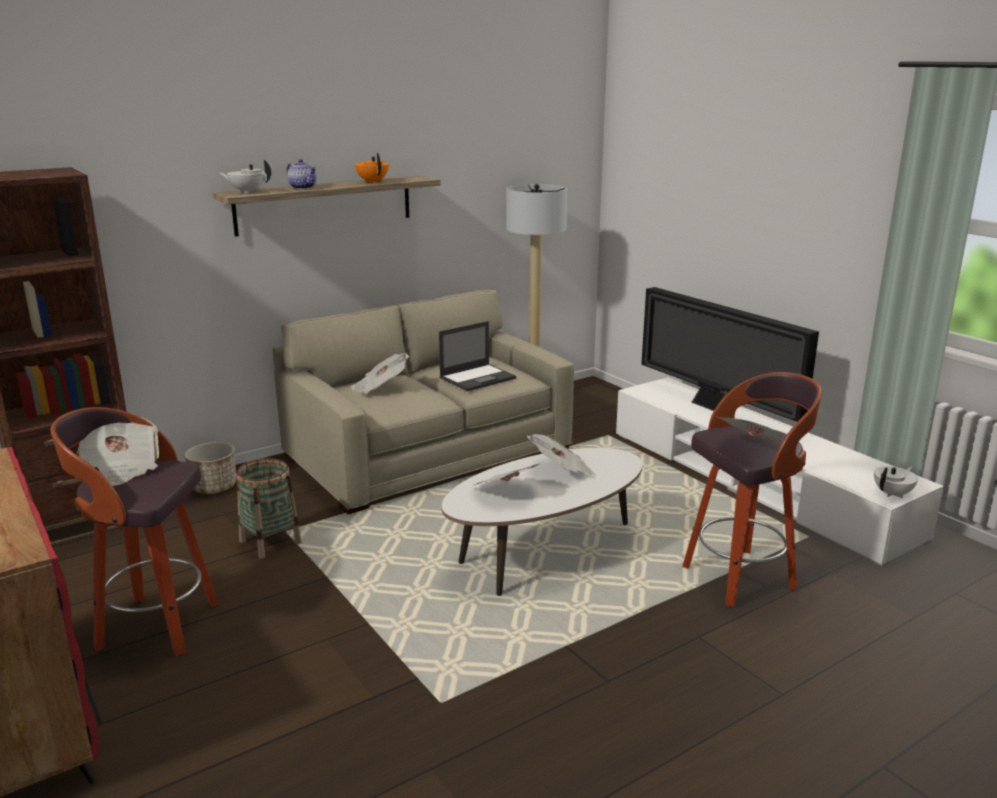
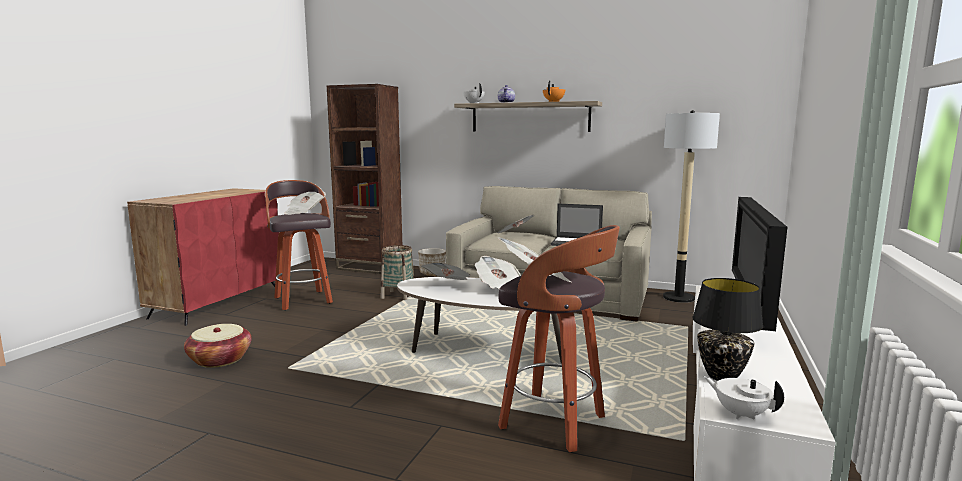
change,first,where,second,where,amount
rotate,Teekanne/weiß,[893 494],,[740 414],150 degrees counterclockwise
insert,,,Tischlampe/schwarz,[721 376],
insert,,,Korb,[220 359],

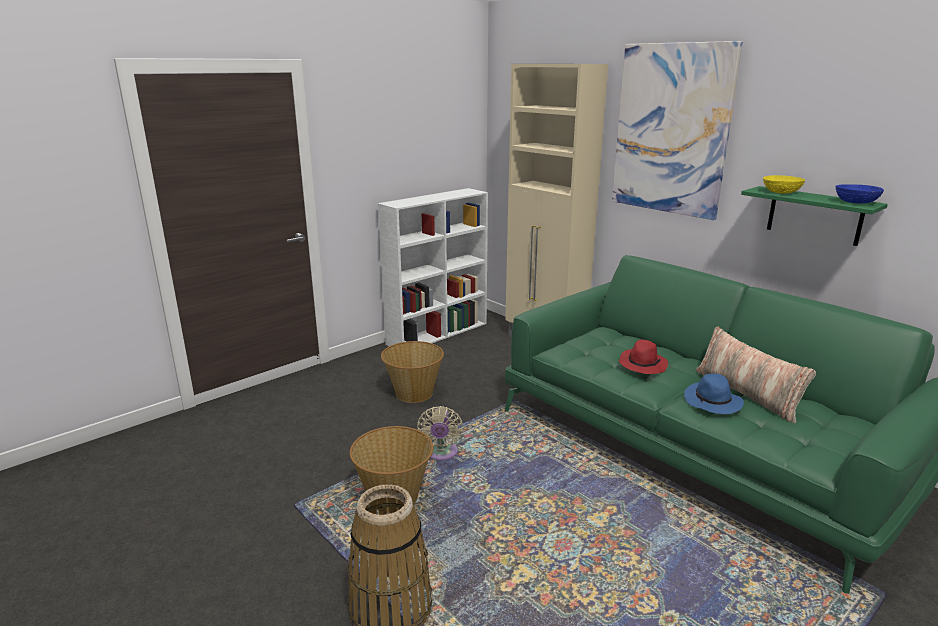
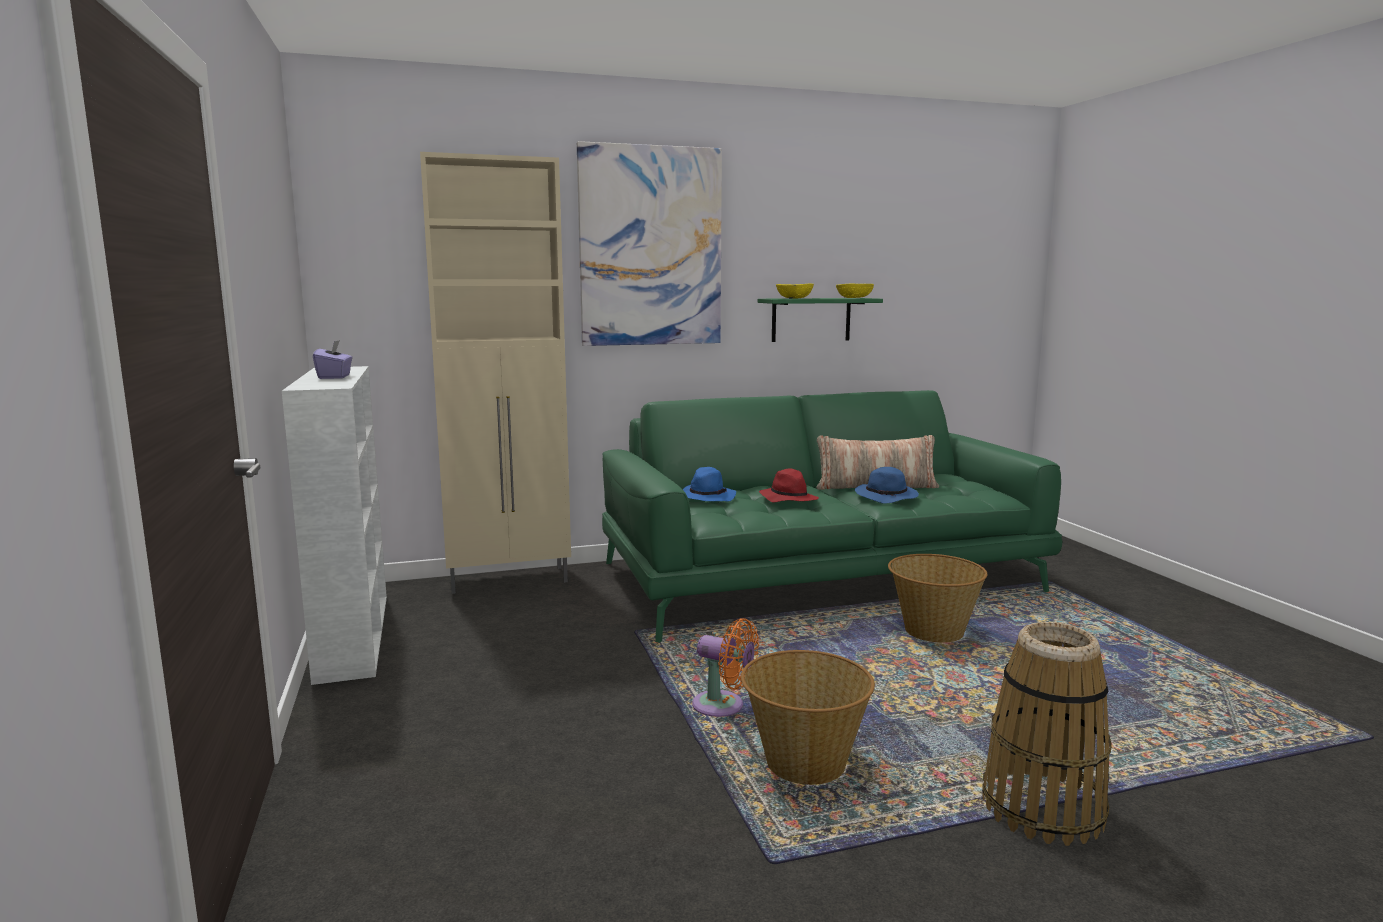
change,first,where,second,where,amount
recolor,Schüssel/blau,[856 202],Schüssel/gelb,[854 298],
move,Korb,[413 393],,[932 632],
recolor,Ventilator/beige,[441 454],Ventilator/orange,[723 707],
insert,,,Taschentuchbox/lila,[335 377],
insert,,,Hut/blau,[706 497],

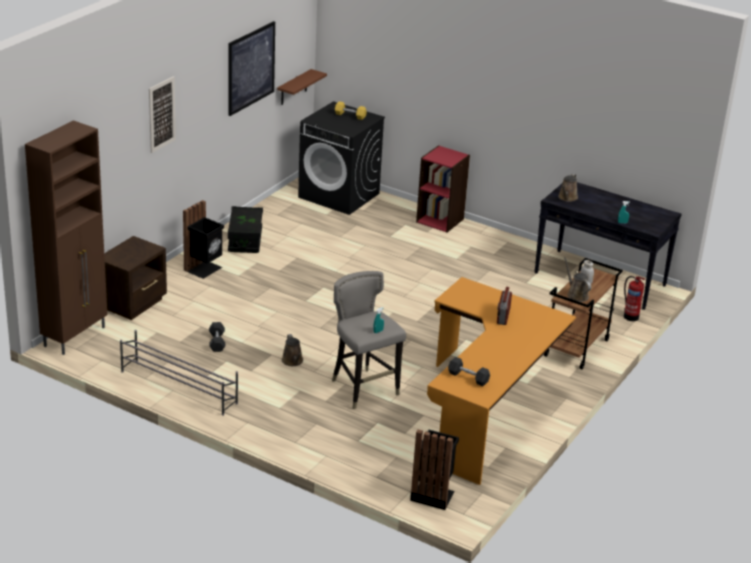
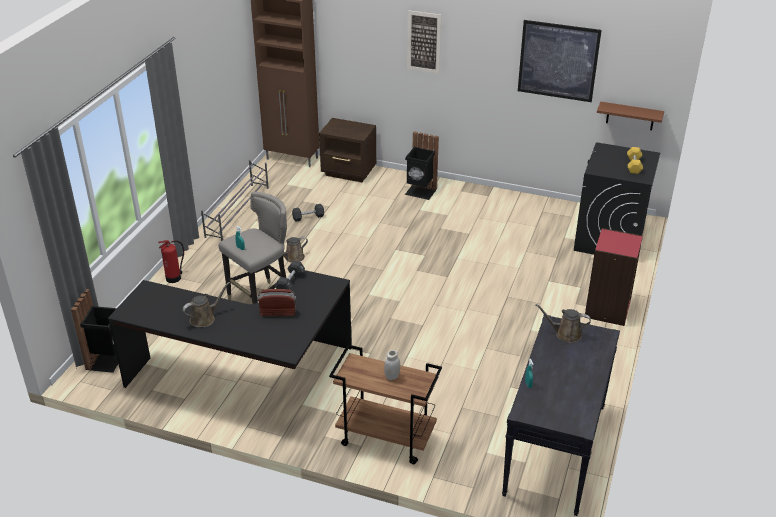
change,first,where,second,where,amount
delete,Aufbewahrungsbox/schwarz,[245 240],,,
move,Gießkanne/braun,[576 295],,[204 318],
move,Feuerlöscher,[630 316],,[174 278],
recolor,Schreibtisch/orange,[488 410],Schreibtisch/schwarz,[246 381],
move,Hantel/schwarz,[468 377],,[290 282],

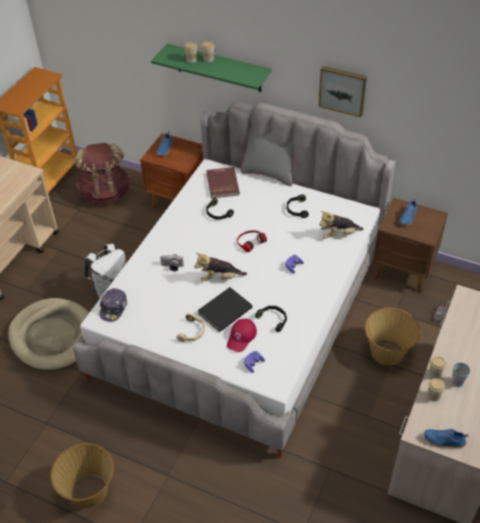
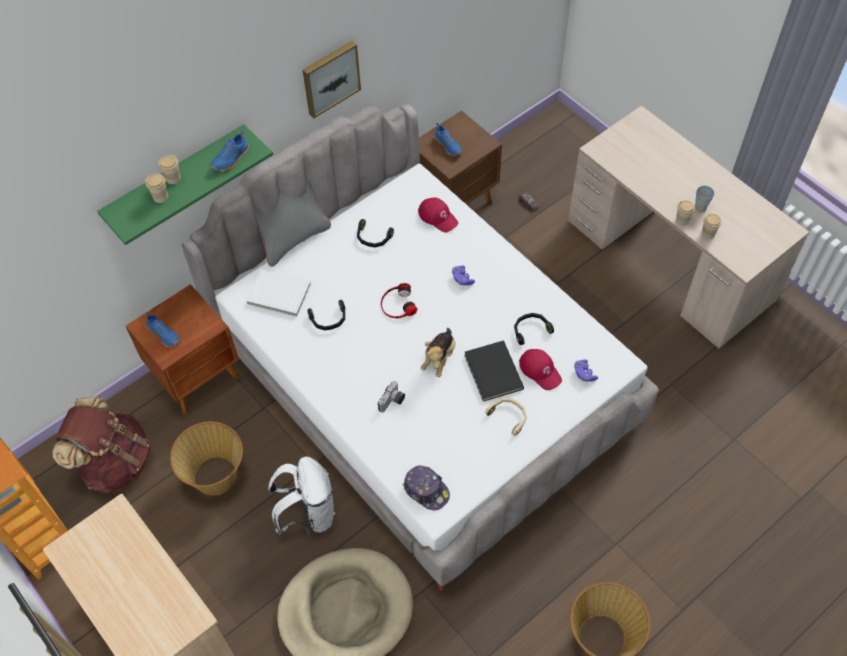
change,first,where,second,where,amount
recolor,Buch/rot,[221 184],Buch/weiß,[278 295],
replace,Plüschtier,[338 235],Kappe/rot,[438 217],
move,Korb,[388 352],,[215 475],
move,Schuh/blau,[444 441],,[231 159],

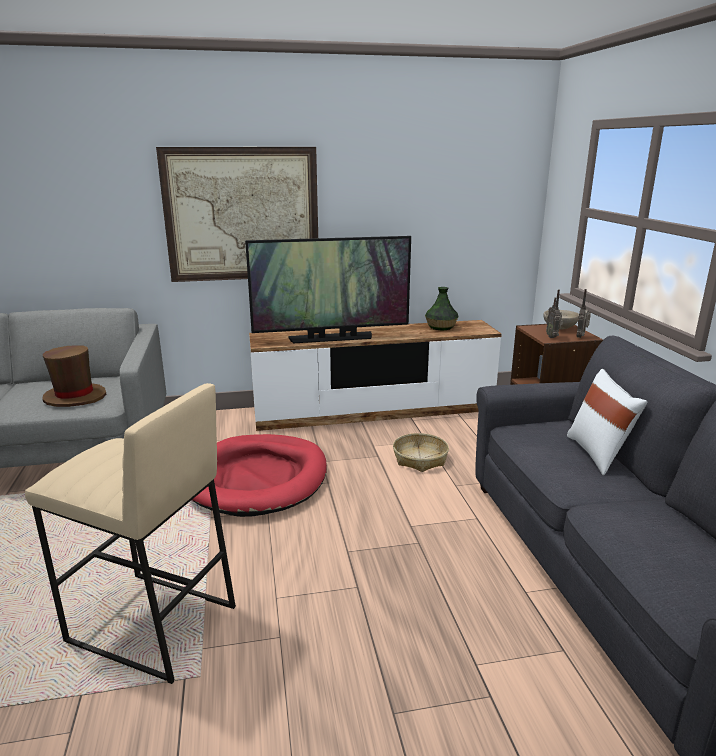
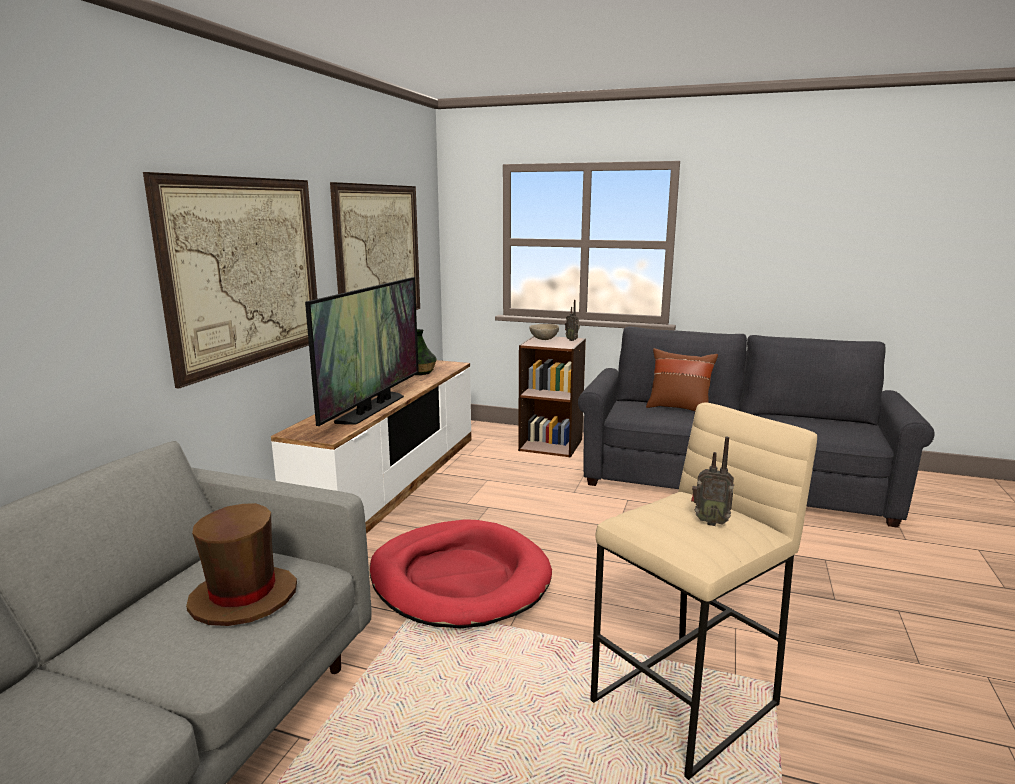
change,first,where,second,where,amount
move,Radio,[552 337],,[709 521],
recolor,Kissen/weiß,[598 454],Kissen/braun,[679 408],
delete,Korb,[420 459],,,
insert,,,Bild,[379 254],

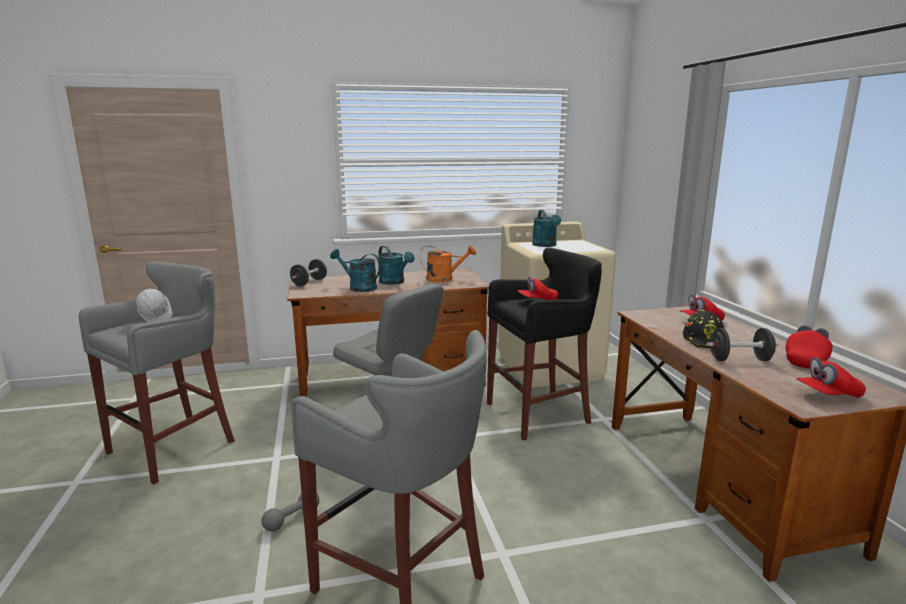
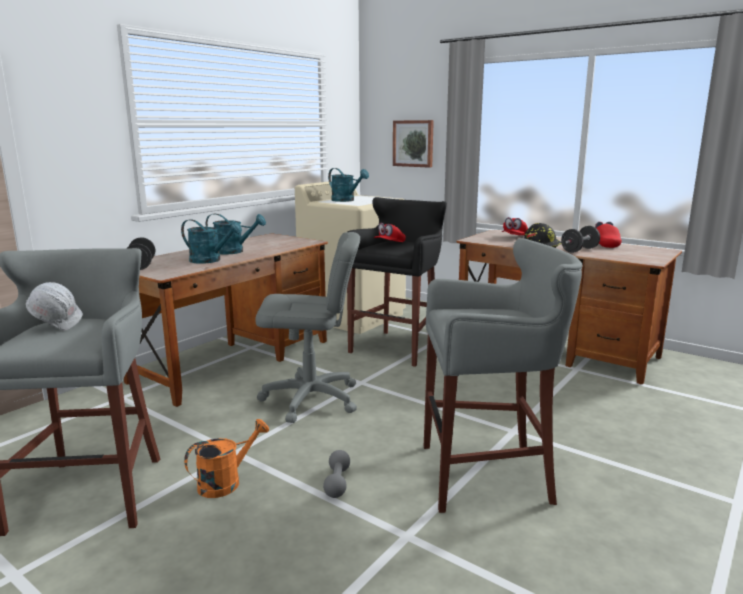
change,first,where,second,where,amount
move,Gießkanne/orange,[445 279],,[226 482],
rotate,Gießkanne/türkis,[358 287],,[210 260],150 degrees counterclockwise
delete,Kappe/rot,[827 395],,,
insert,,,Bild,[413 143],

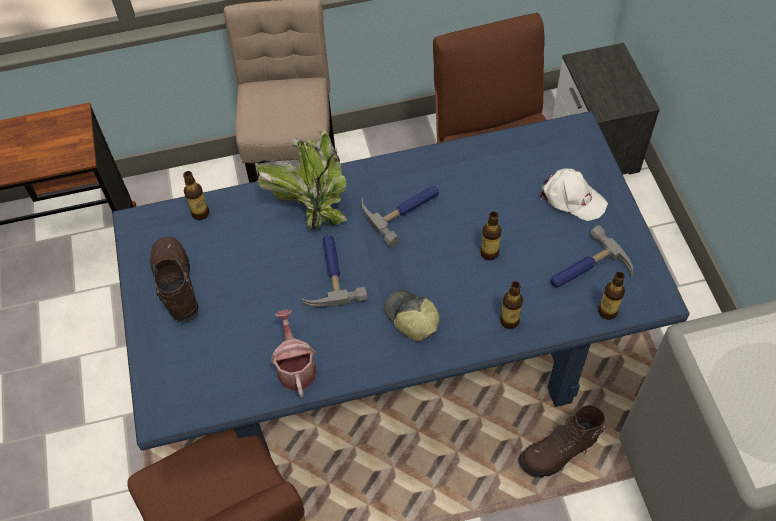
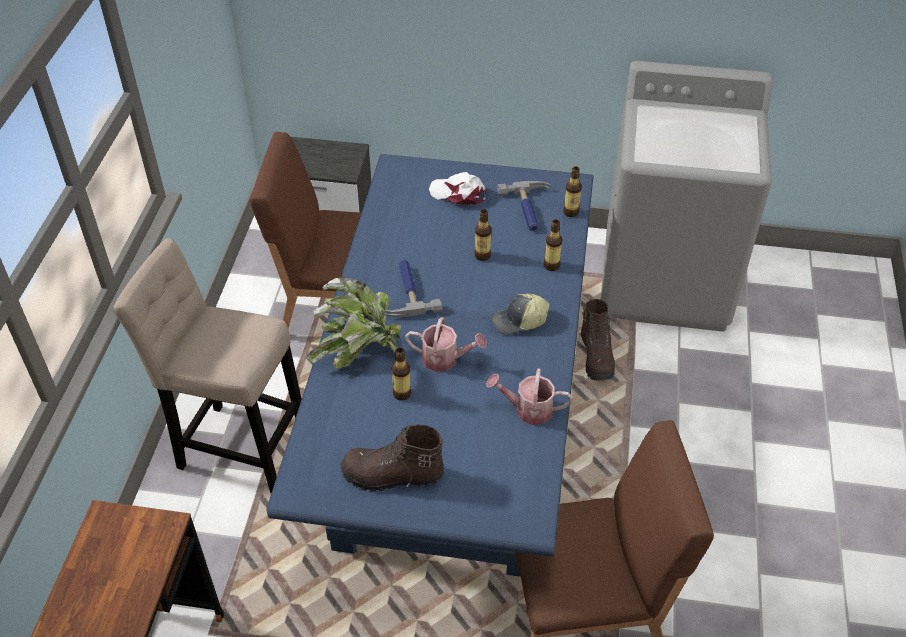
change,first,where,second,where,amount
rotate,Kappe/weiß,[572 198],,[458 193],120 degrees counterclockwise
move,Flasche,[200 213],,[402 393],
replace,Hammer,[330 273],Gießkanne,[445 359],

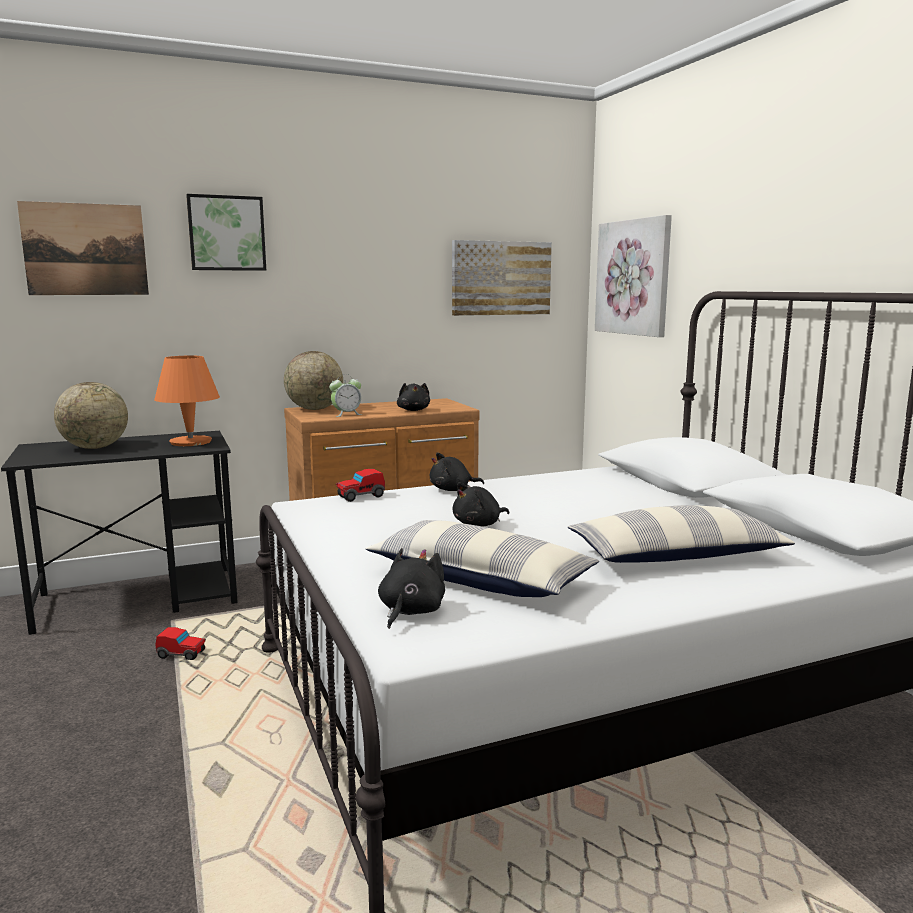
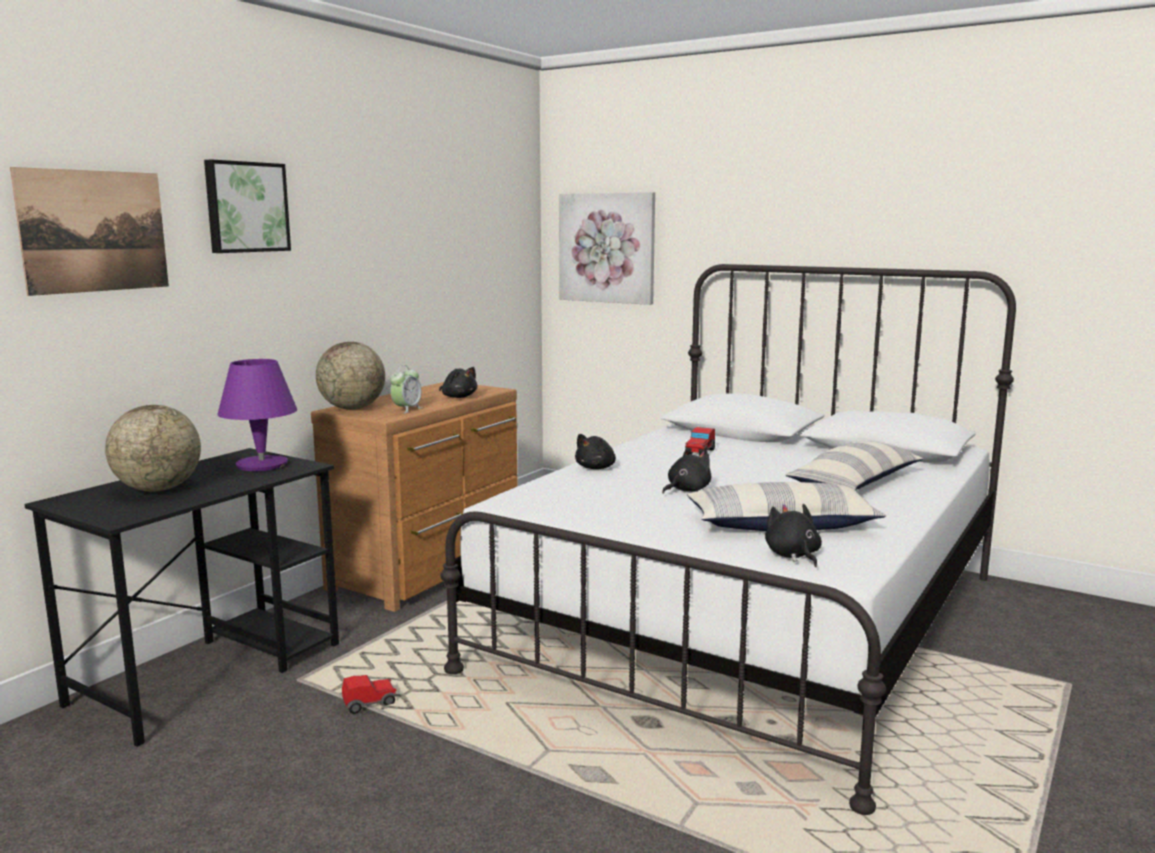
change,first,where,second,where,amount
delete,Bild,[500 278],,,
recolor,Tischlampe/orange,[190 442],Tischlampe/lila,[261 465],
move,Spielzeugauto,[360 496],,[700 452],
rotate,Plüschtier/schwarz,[479 524],,[686 490],150 degrees counterclockwise

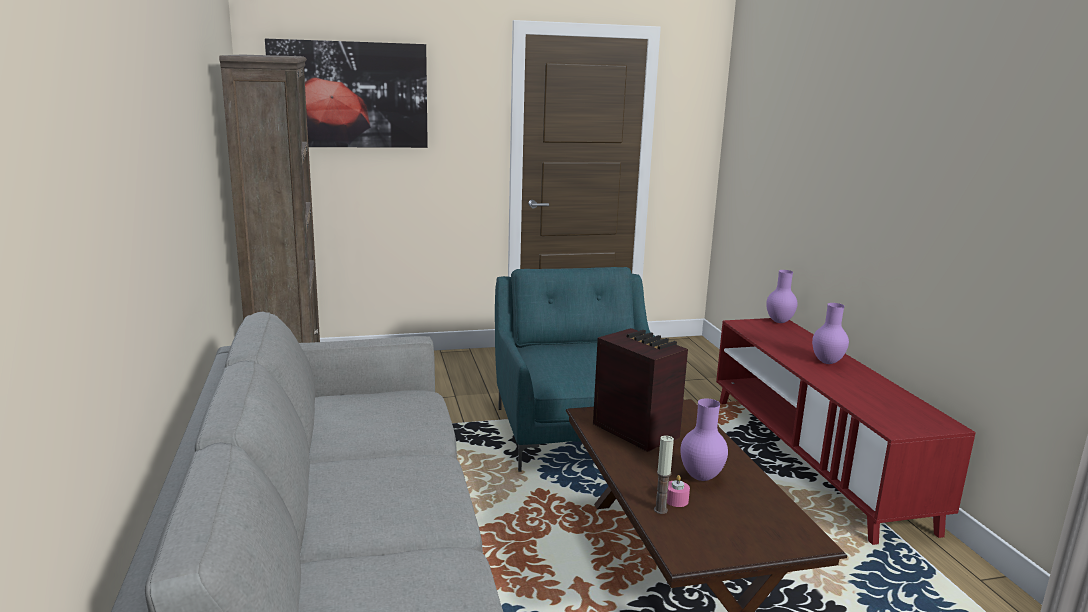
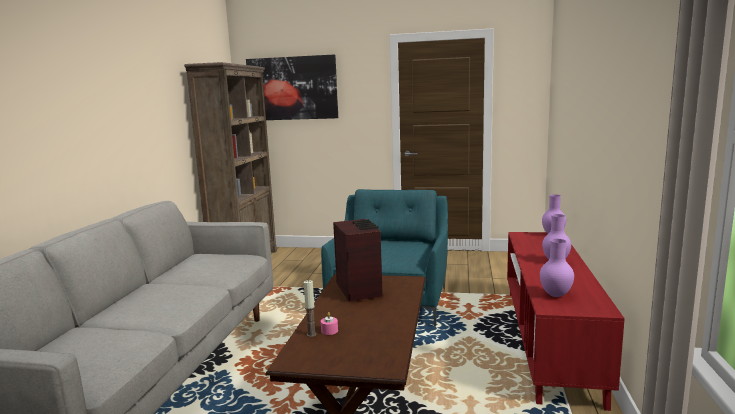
change,first,where,second,where,amount
move,Vase/lila,[700 477],,[555 295],

